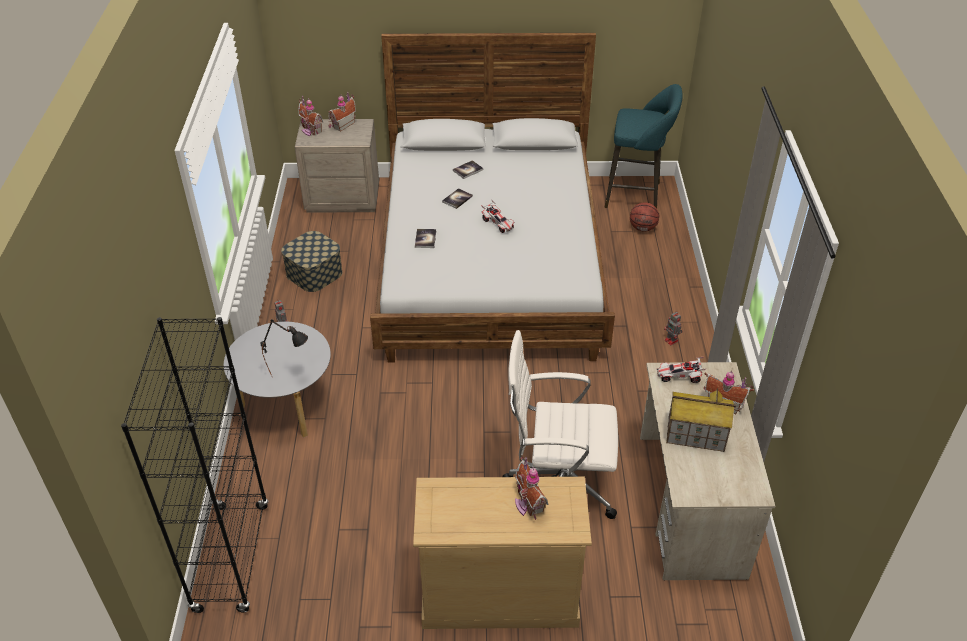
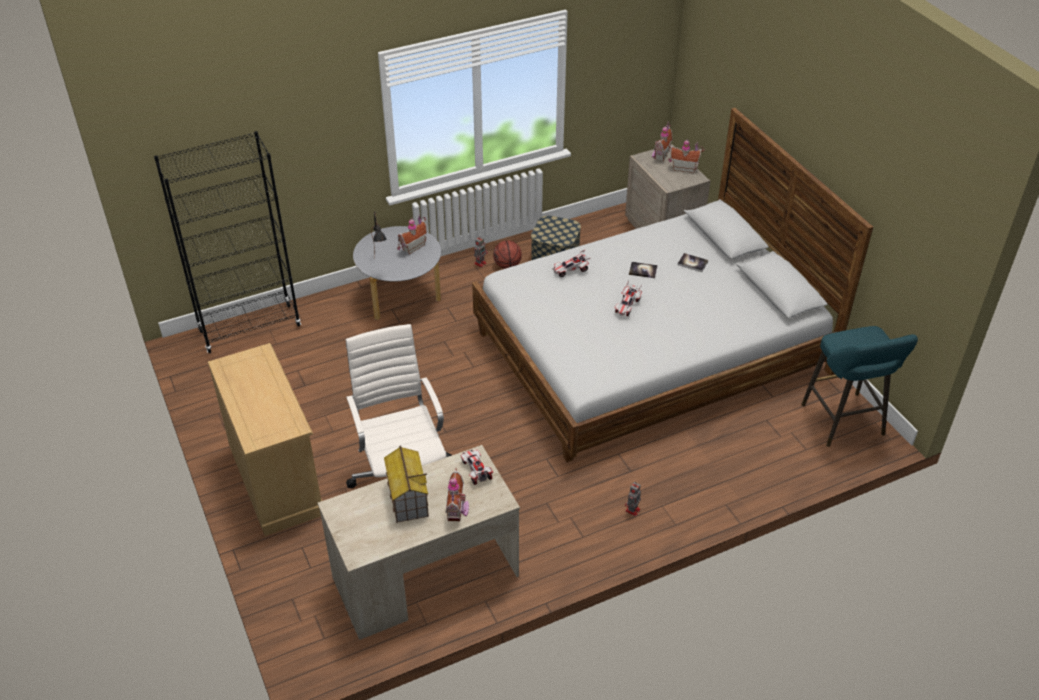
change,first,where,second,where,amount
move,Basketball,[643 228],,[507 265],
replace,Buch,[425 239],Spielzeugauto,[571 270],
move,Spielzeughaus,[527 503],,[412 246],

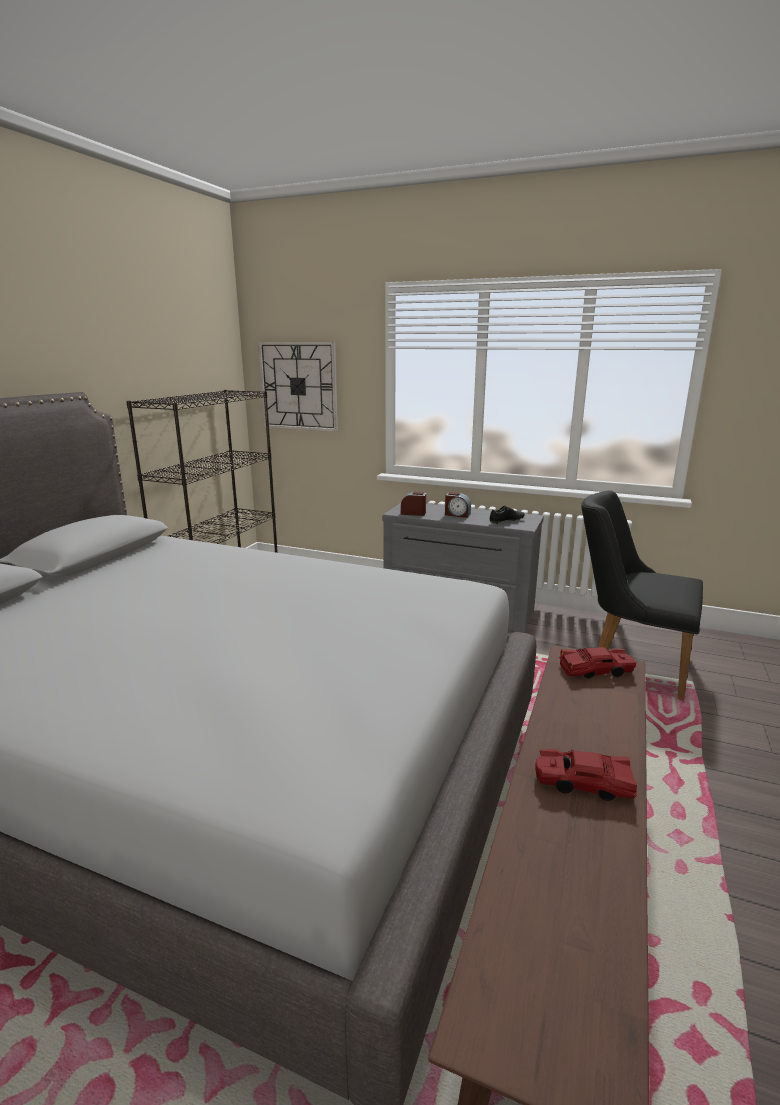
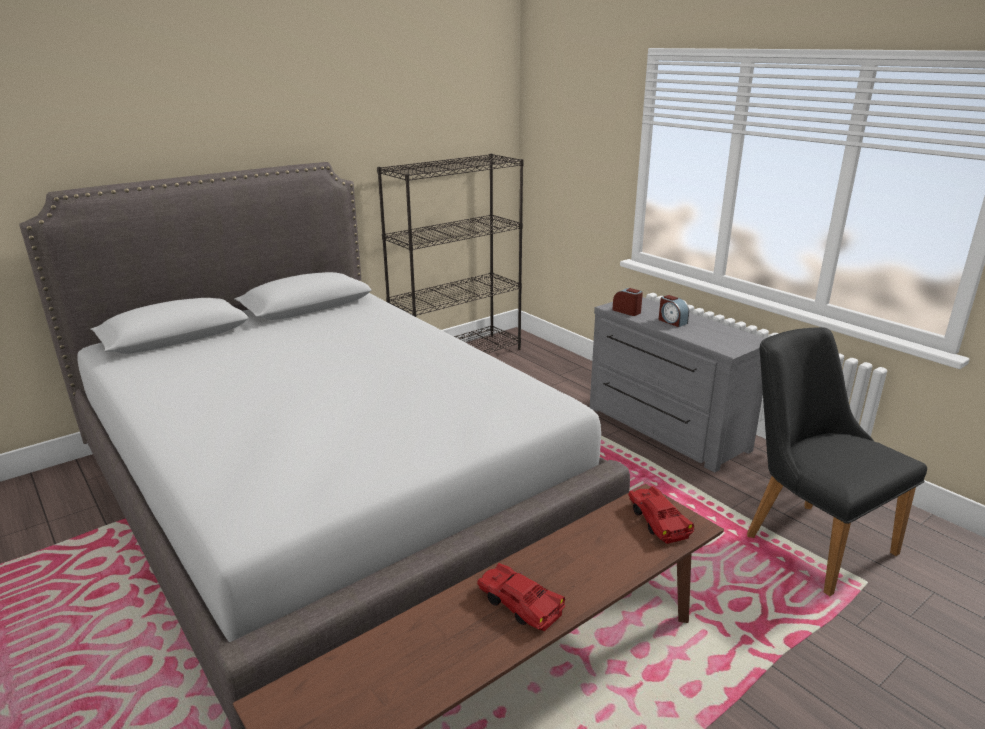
change,first,where,second,where,amount
delete,Wanduhr,[298 386],,,
delete,Schuh/schwarz,[506 521],,,
rotate,Spielzeugauto/rot,[596 670],,[657 521],135 degrees counterclockwise

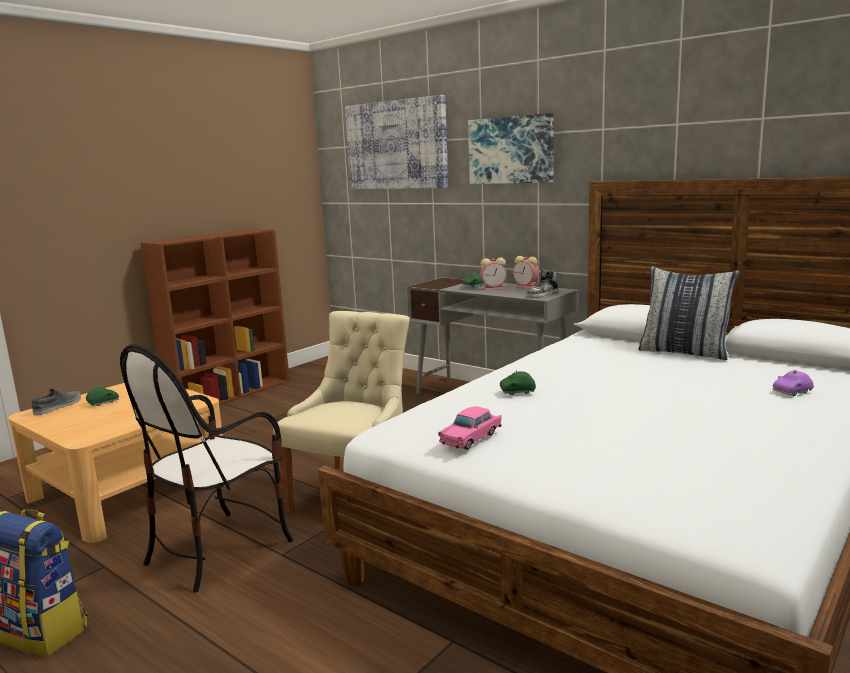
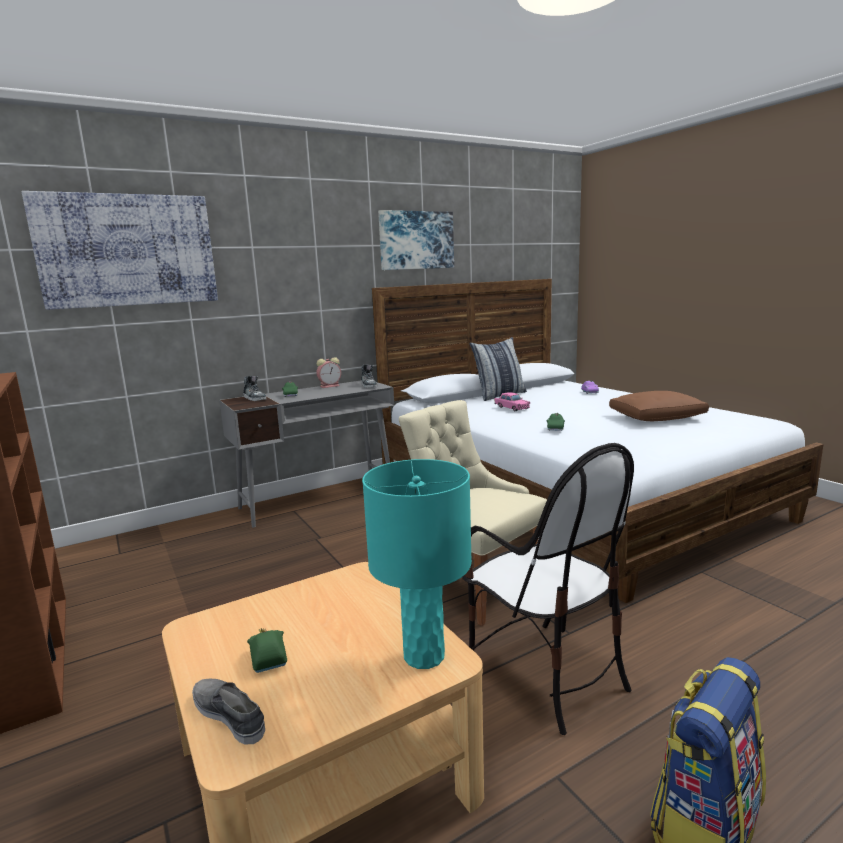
change,first,where,second,where,amount
move,Bild,[511 150],,[416 240],
delete,Wecker,[494 288],,,
move,Spielzeugauto/rosa,[471 438],,[511 408],
insert,,,Schuh,[255 398],
insert,,,Kissen/braun,[657 418],
insert,,,Tischlampe/türkis,[424 656],

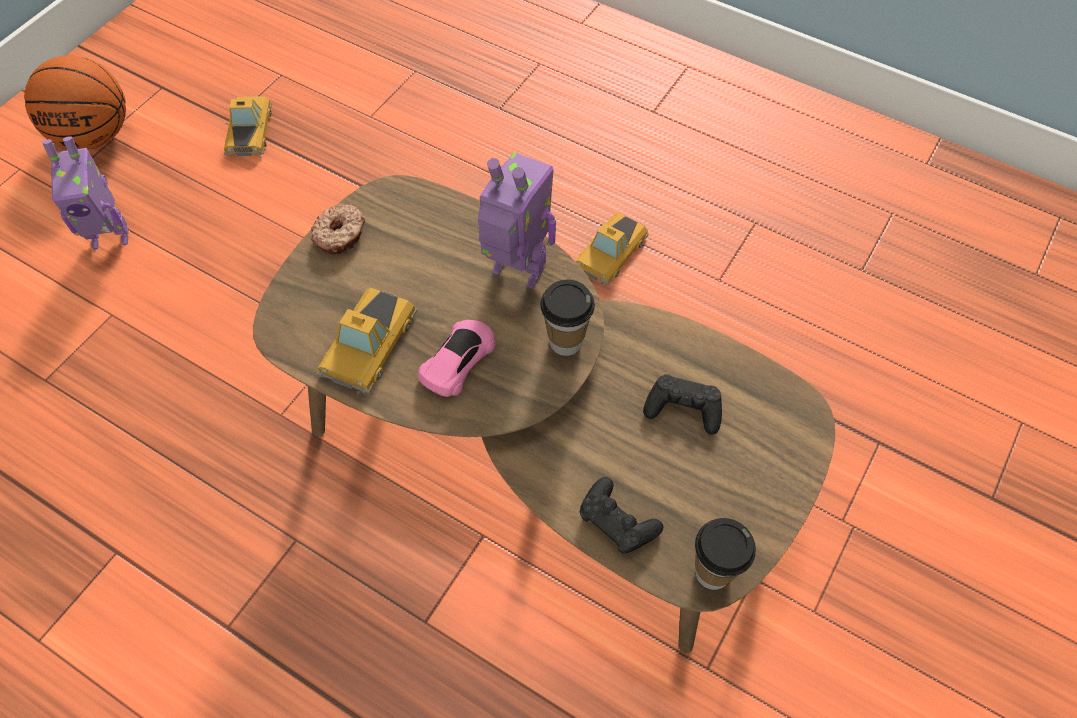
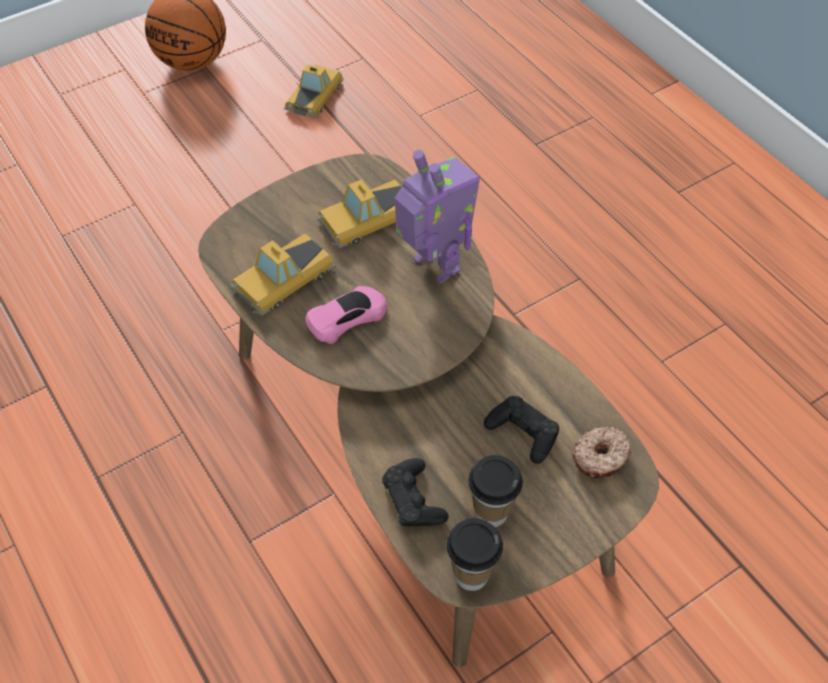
change,first,where,second,where,amount
delete,Spielzeugroboter,[110 236],,,
move,Donut,[340 235],,[601 457],
move,Spielzeugauto,[609 252],,[365 218],
move,Tasse,[565 342],,[491 512],

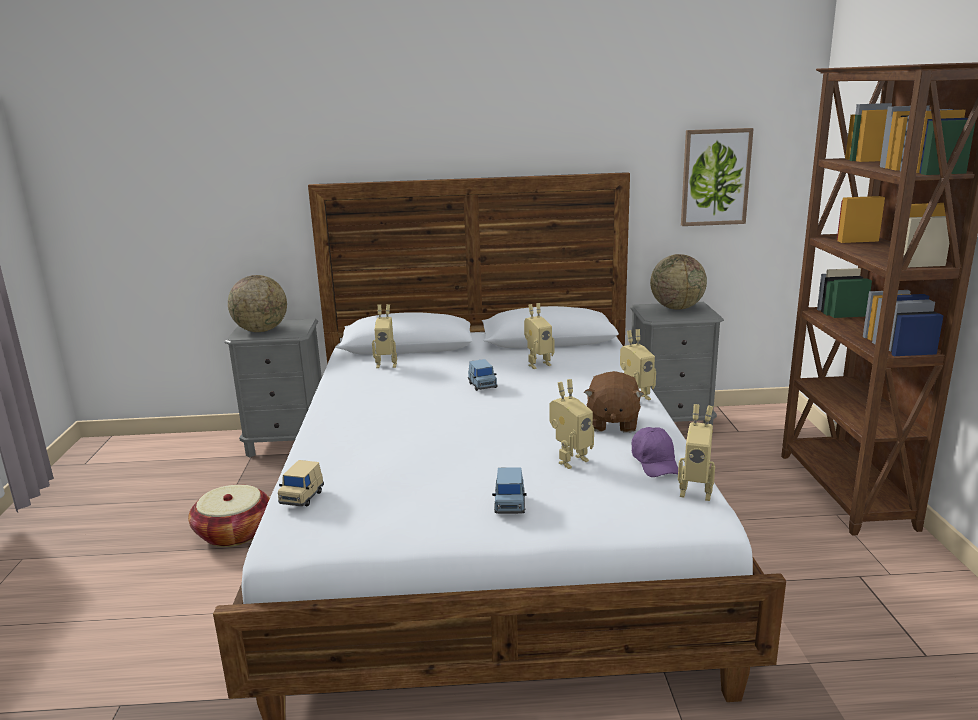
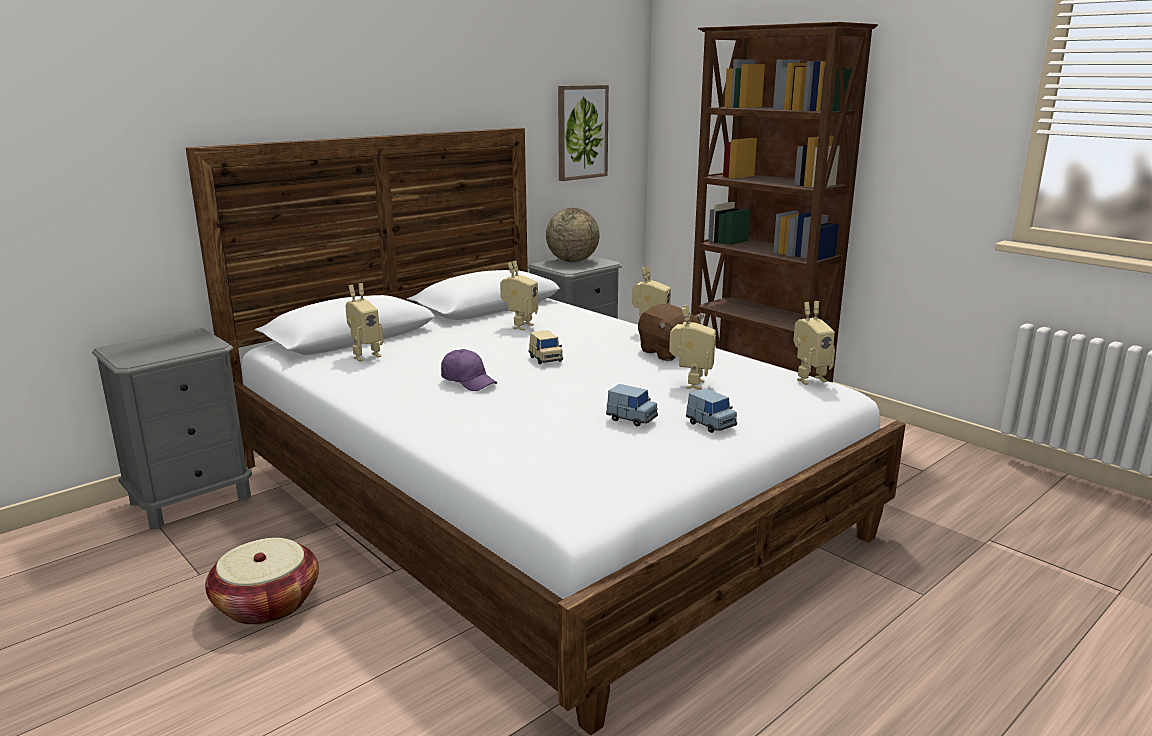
change,first,where,second,where,amount
delete,Globus,[261 330],,,
move,Spielzeugauto/blau,[482 385],,[631 419],
move,Kappe/lila,[655 463],,[468 381],
move,Spielzeugauto/beige,[302 497],,[545 359],

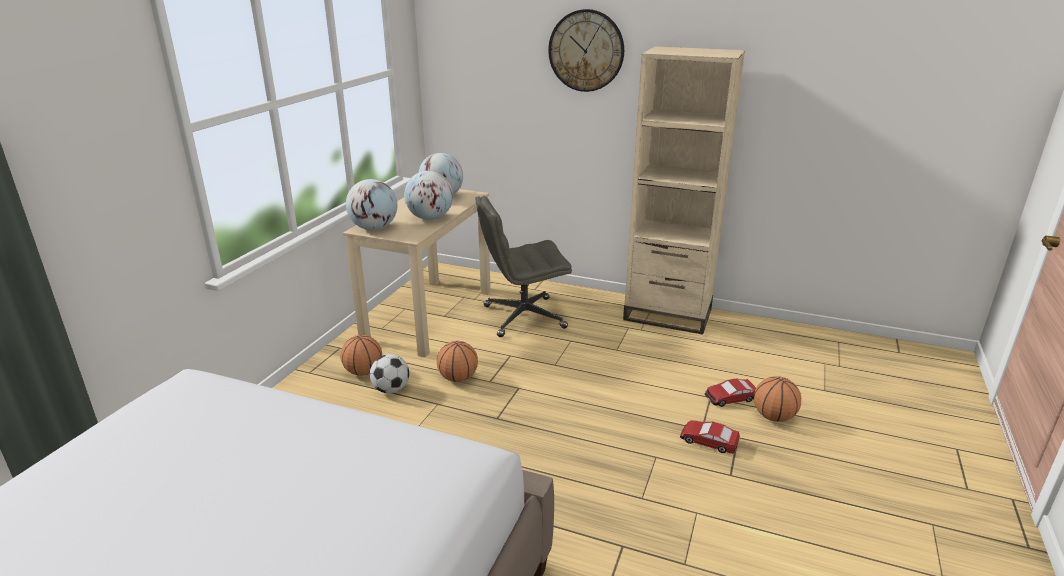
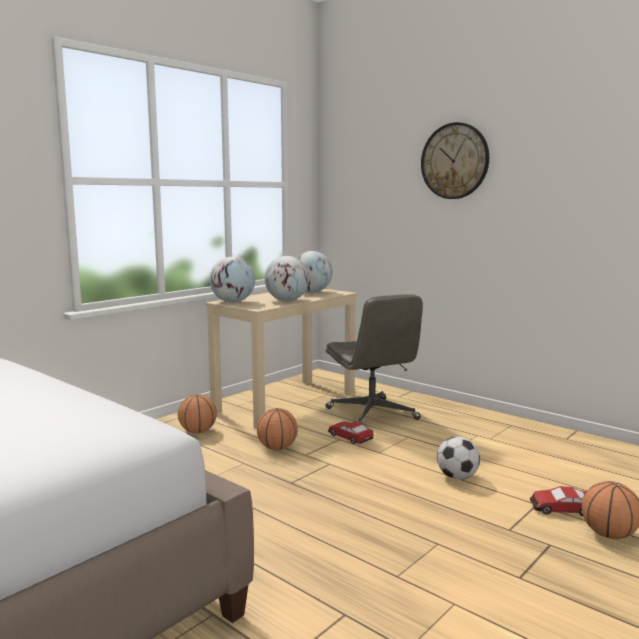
change,first,where,second,where,amount
delete,Bücherregal/beige,[667 315],,,
rotate,Bürostuhl/grau,[523 317],,[372 414],120 degrees counterclockwise
move,Fußball,[391 389],,[457 477],
move,Spielzeugauto,[708 441],,[350 437],

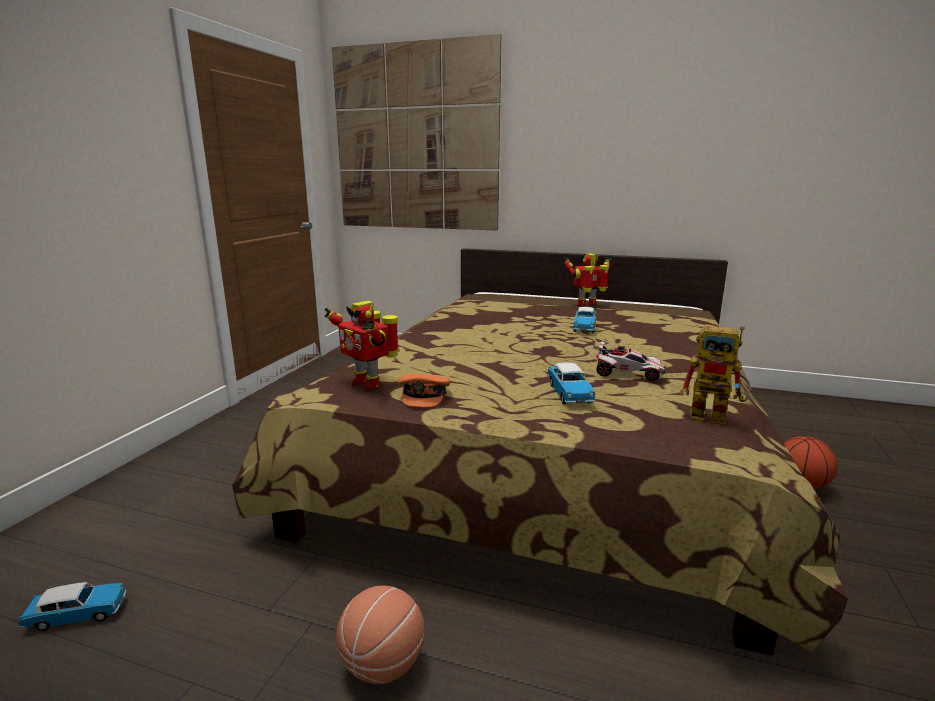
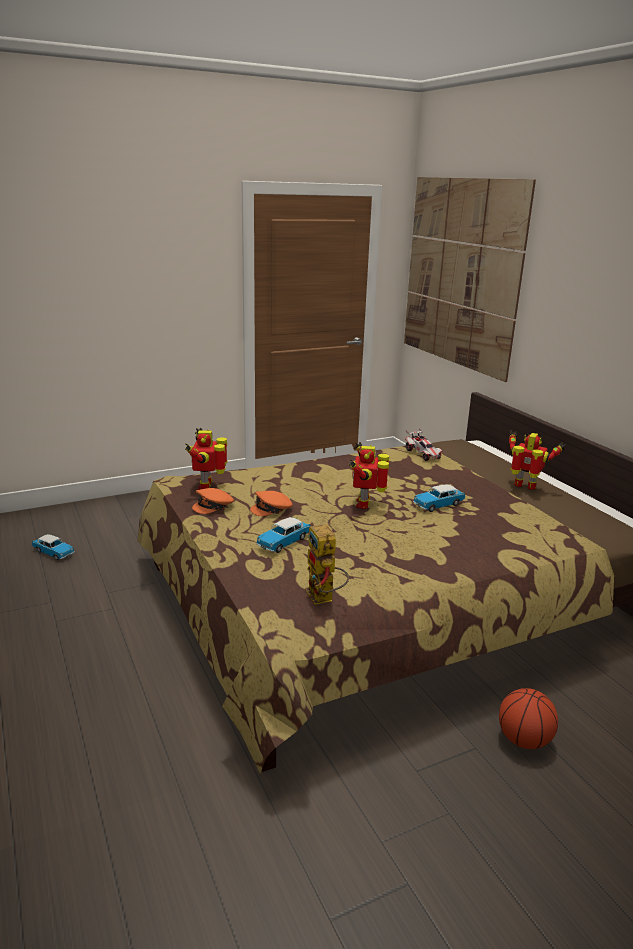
change,first,where,second,where,amount
move,Spielzeugauto,[627 374],,[423 454],
delete,Basketball,[382 665],,,
insert,,,Spielzeugroboter,[365 503],
insert,,,Kappe/orange,[272 509],

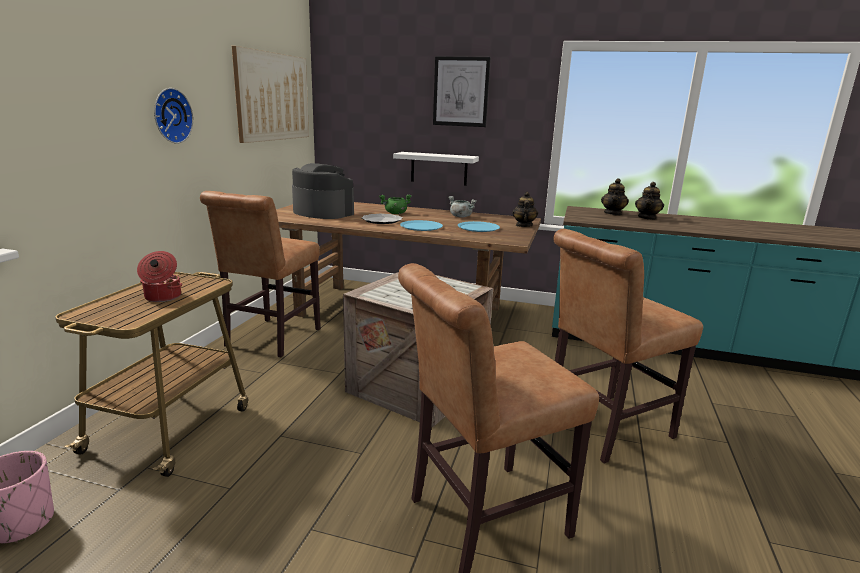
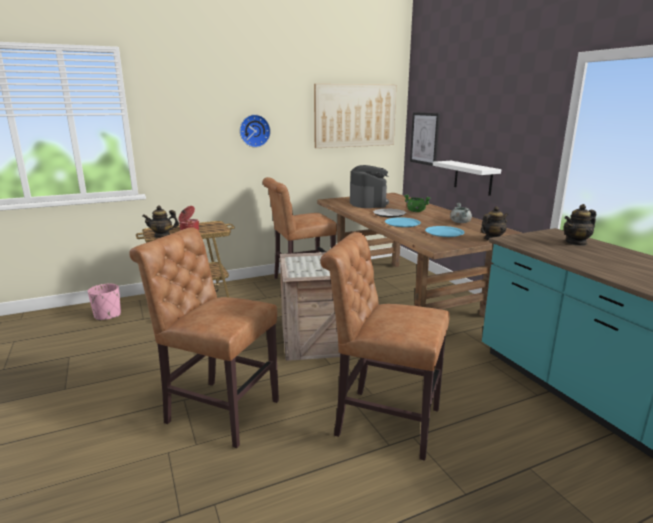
change,first,where,second,where,amount
move,Bild,[461 92],,[425 138],
move,Teekanne,[647 218],,[162 235],

